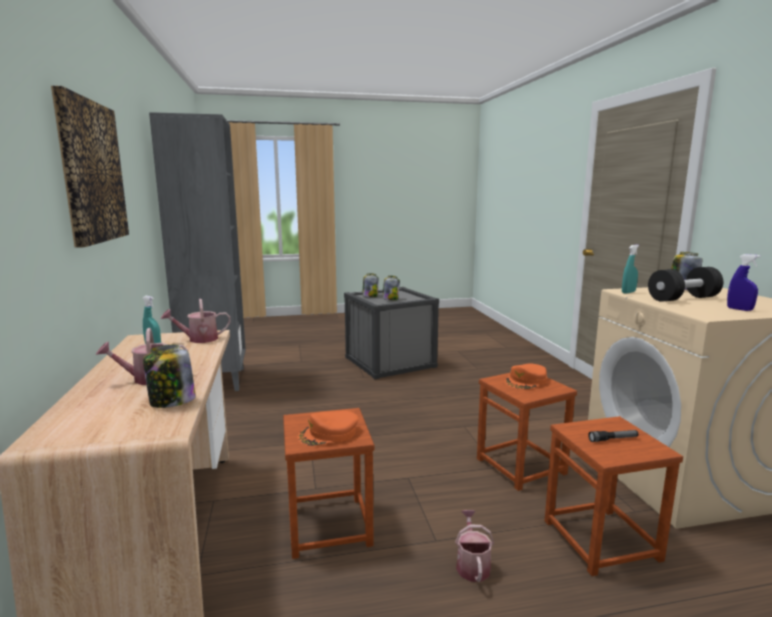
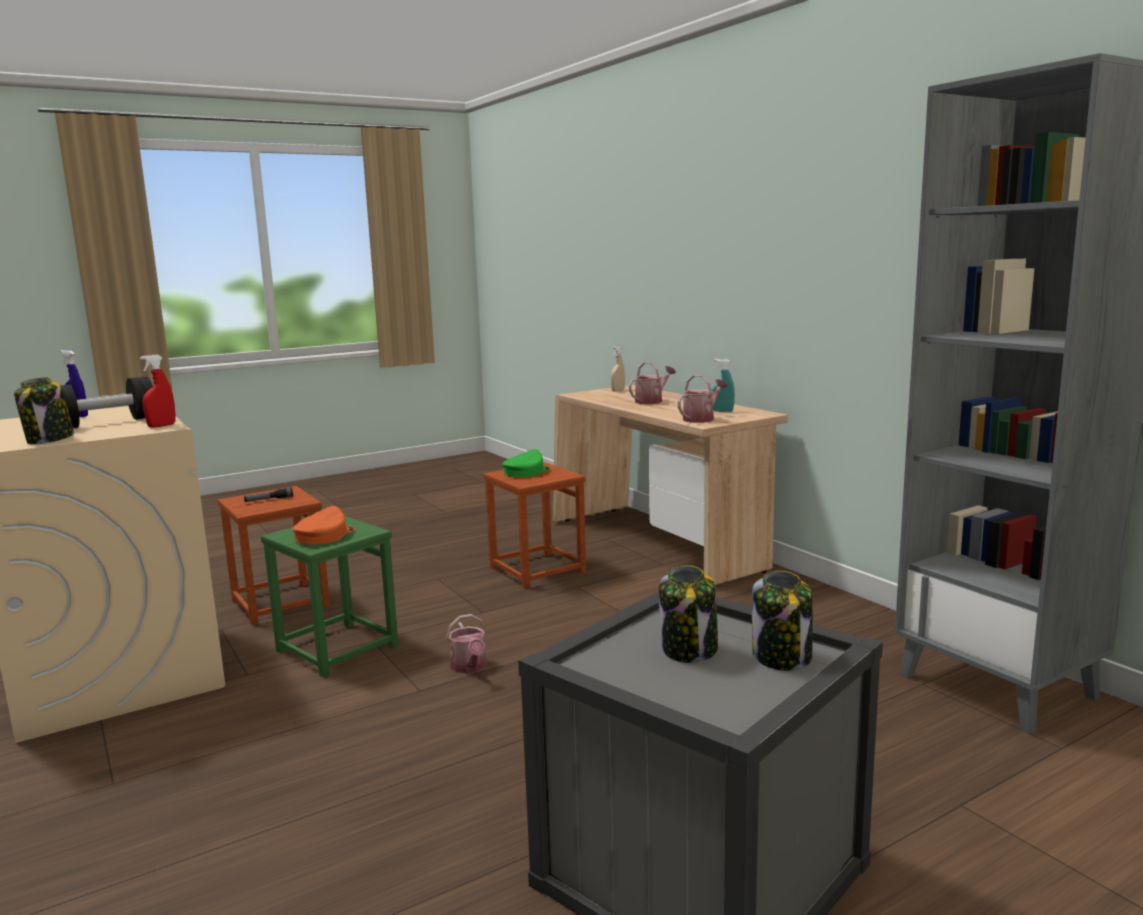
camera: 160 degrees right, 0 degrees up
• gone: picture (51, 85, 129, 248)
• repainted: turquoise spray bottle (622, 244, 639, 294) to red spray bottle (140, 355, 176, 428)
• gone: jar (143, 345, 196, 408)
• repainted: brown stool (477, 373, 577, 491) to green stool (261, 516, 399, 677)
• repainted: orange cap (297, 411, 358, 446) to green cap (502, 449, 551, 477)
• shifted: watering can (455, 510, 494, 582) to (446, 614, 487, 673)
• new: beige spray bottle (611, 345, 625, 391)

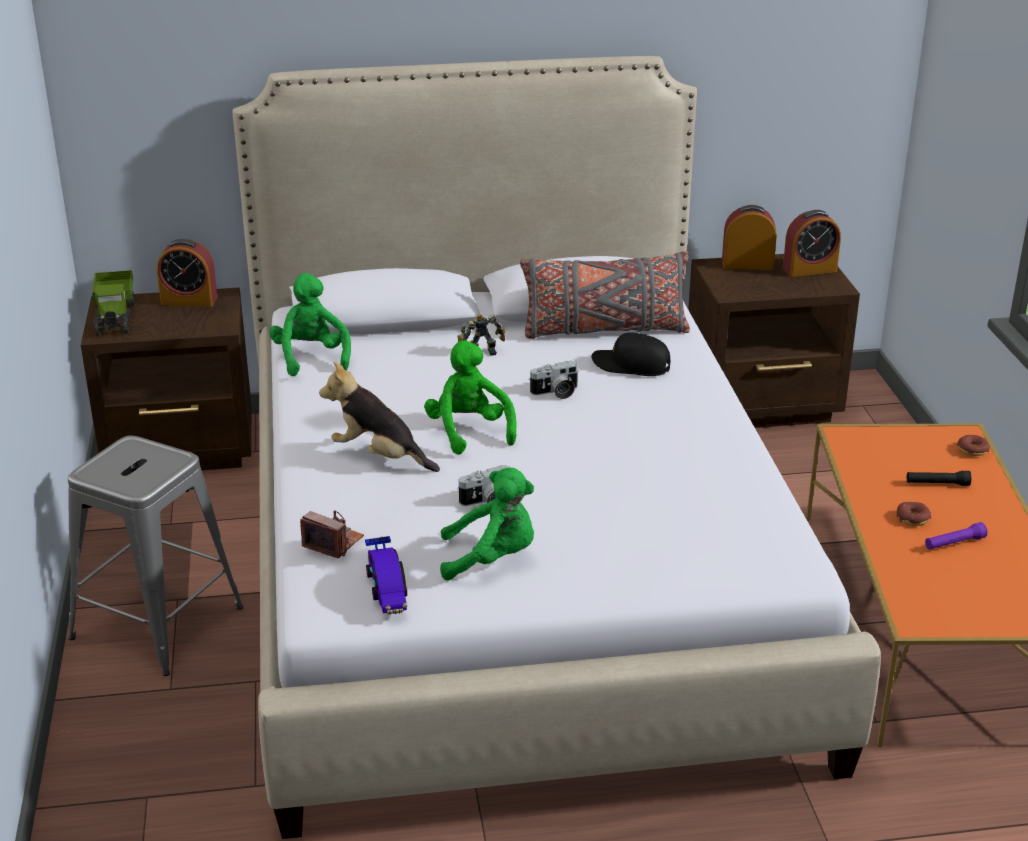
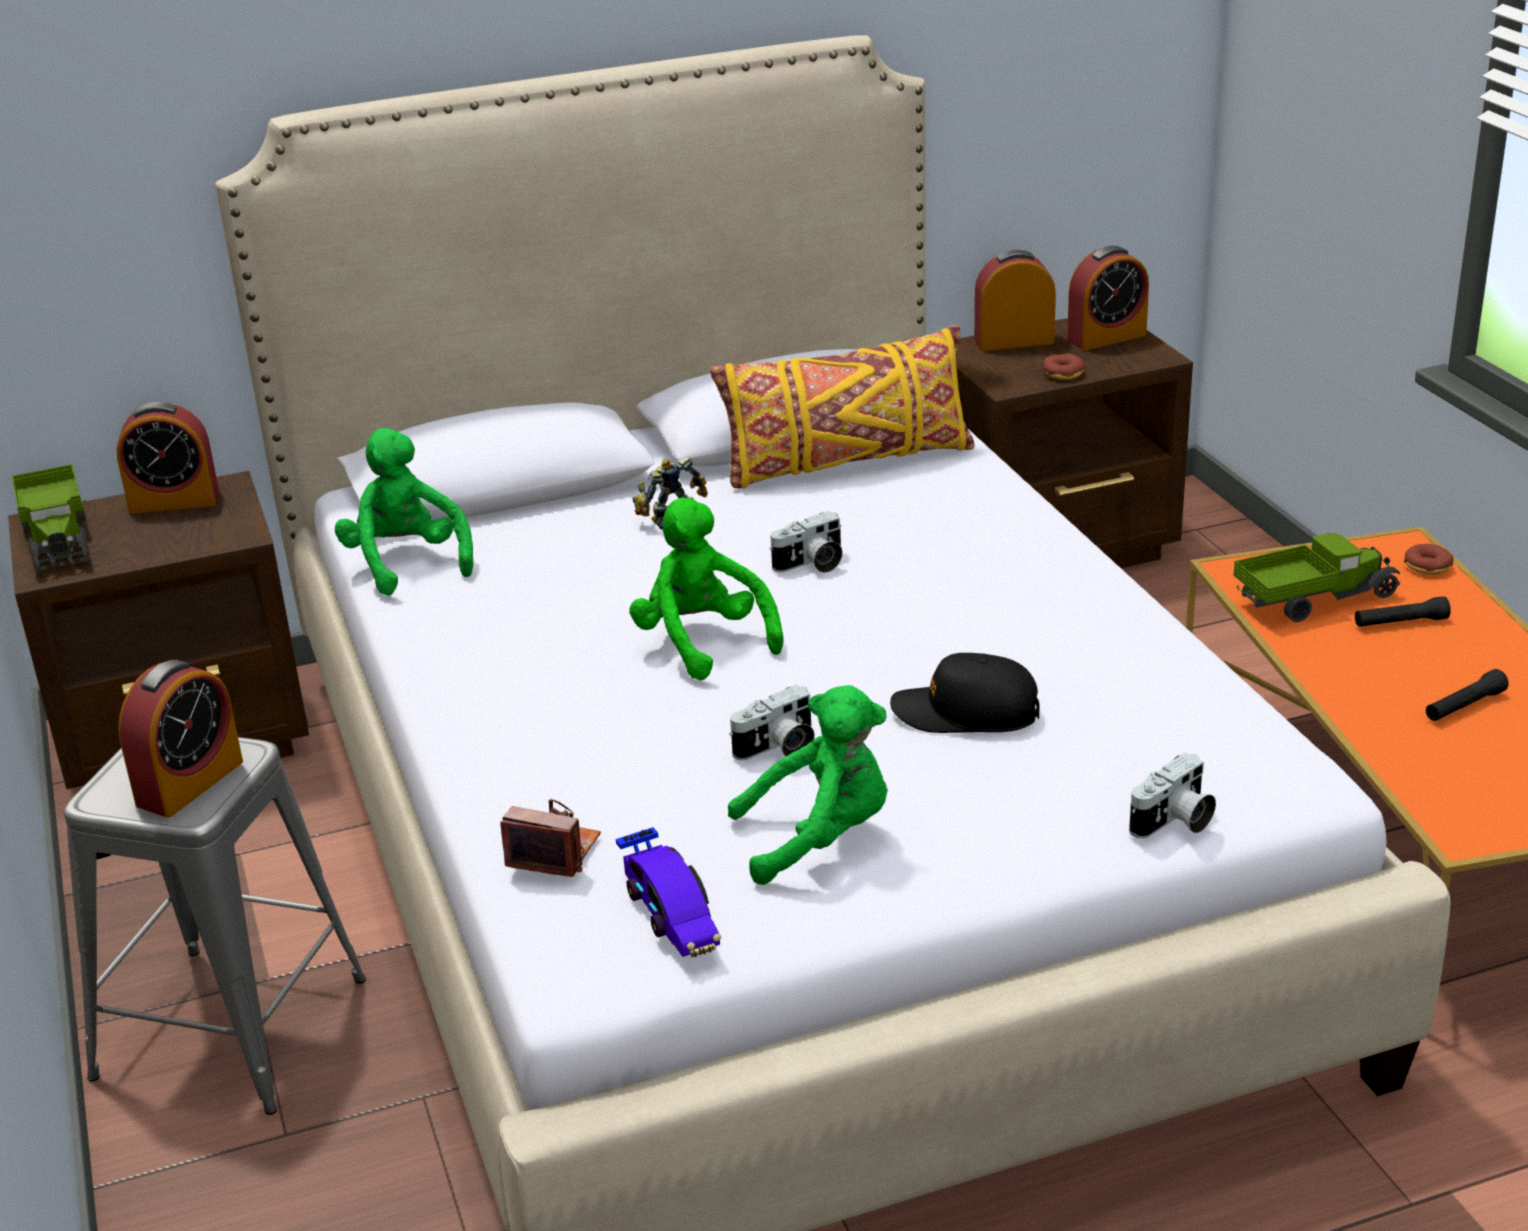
camera: 10 degrees left, 0 degrees up
• repainted: grey pillow (520, 251, 690, 339) to yellow pillow (710, 325, 975, 489)
• shifted: black cap (592, 332, 670, 376) to (890, 653, 1040, 733)
• gone: plush toy (319, 361, 440, 472)
• shifted: donut (897, 502, 931, 526) to (1043, 354, 1086, 380)
• repainted: purple flashlight (925, 522, 987, 550) to black flashlight (1426, 669, 1509, 721)
• new: toy truck (1233, 532, 1400, 622)
• new: alarm clock (118, 659, 243, 817)
• new: photo camera (1129, 753, 1216, 839)

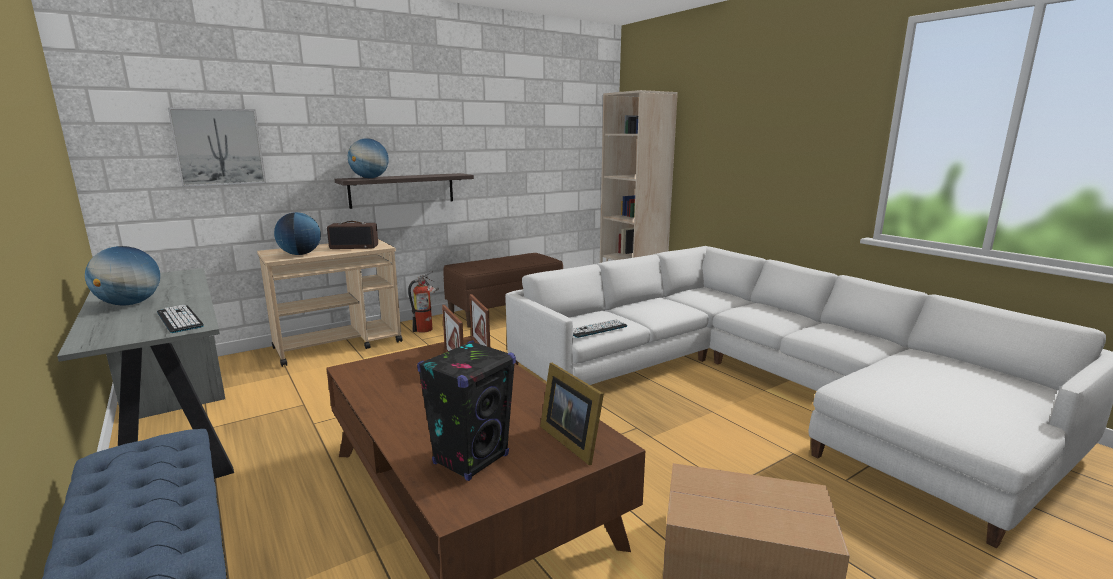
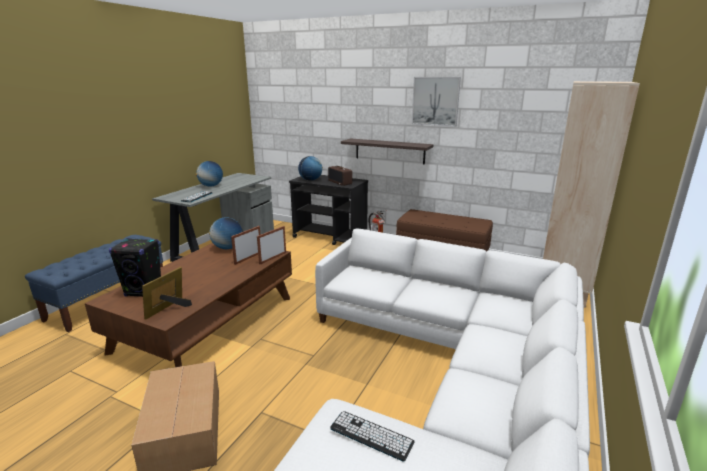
camera: 60 degrees right, 5 degrees up
• shifted: picture (168, 108, 266, 187) to (412, 77, 461, 126)
• shifted: globe (348, 138, 389, 178) to (209, 217, 243, 249)
• repainted: beige cart (257, 239, 402, 367) to black cart (289, 175, 368, 245)
• shifted: keyboard (573, 319, 627, 338) to (330, 411, 415, 462)

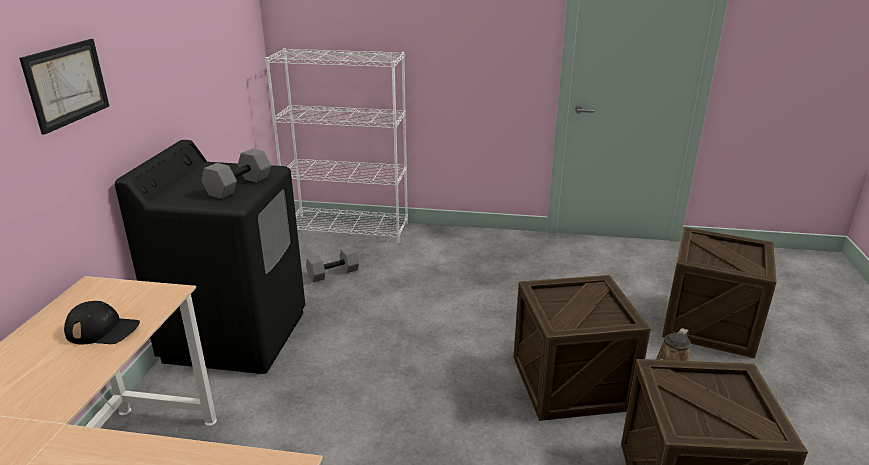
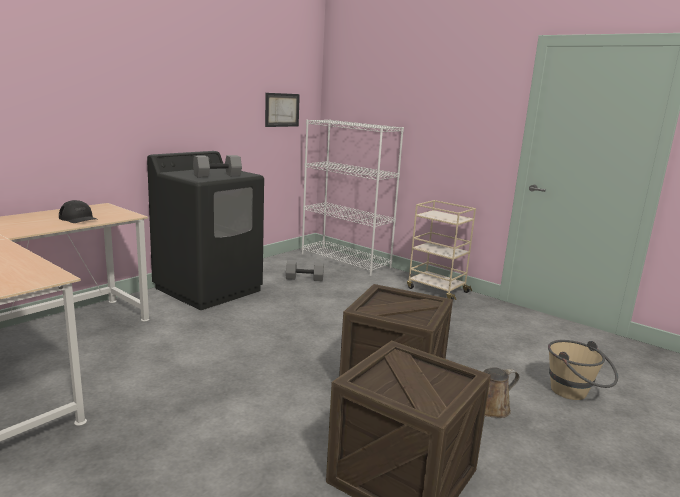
camera: 30 degrees right, 10 degrees down
• shifted: picture (19, 39, 109, 135) to (265, 93, 300, 127)
• swapped: crate (662, 227, 777, 358) to beige bucket (548, 340, 618, 400)
• new: beige cart (407, 200, 476, 300)

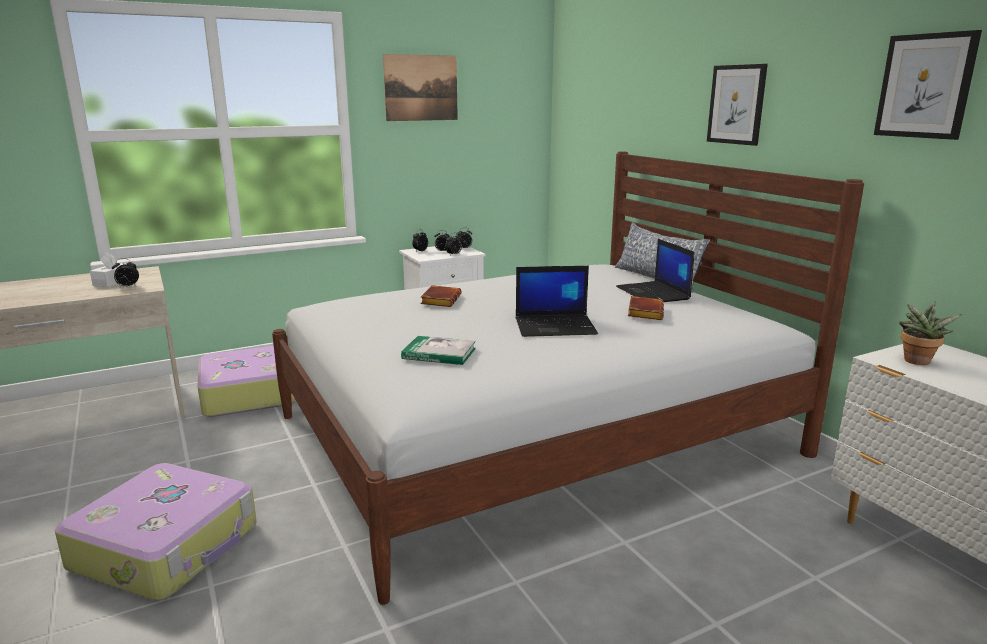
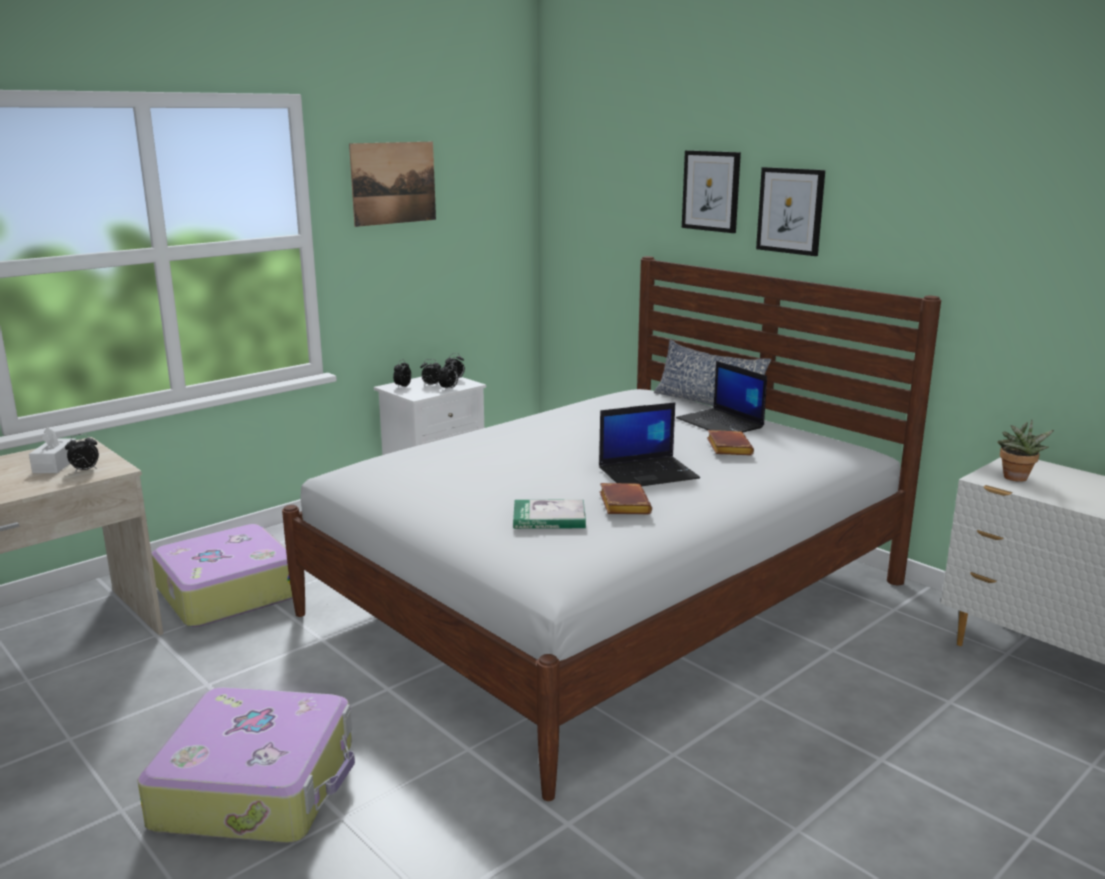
camera: 15 degrees left, 0 degrees up
• shifted: picture (874, 30, 982, 140) to (682, 150, 741, 233)
• shifted: brown book (421, 285, 462, 307) to (600, 483, 652, 514)

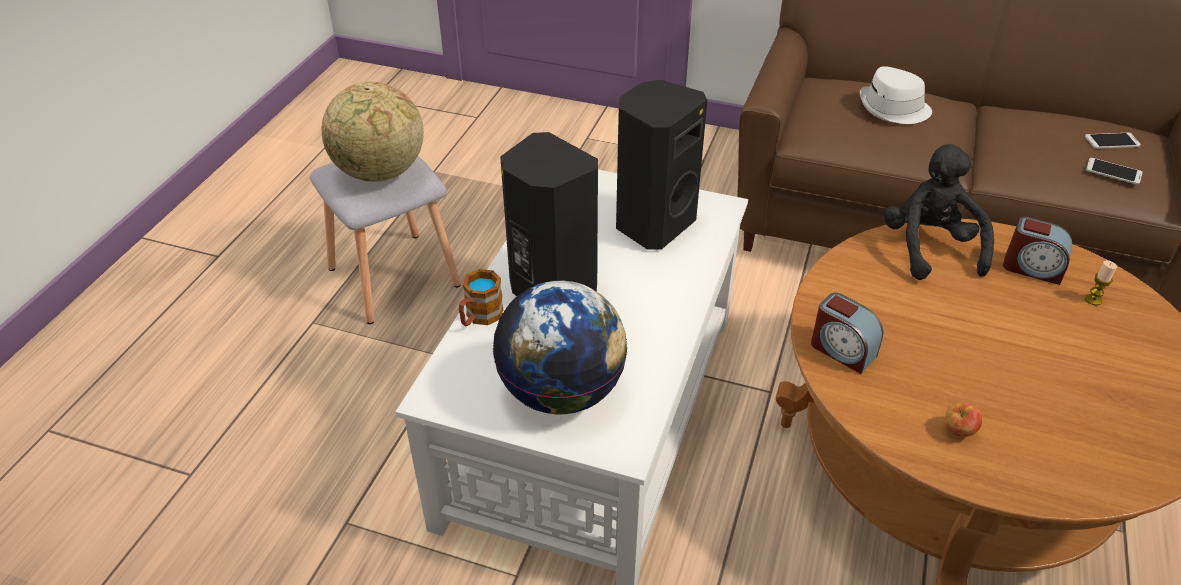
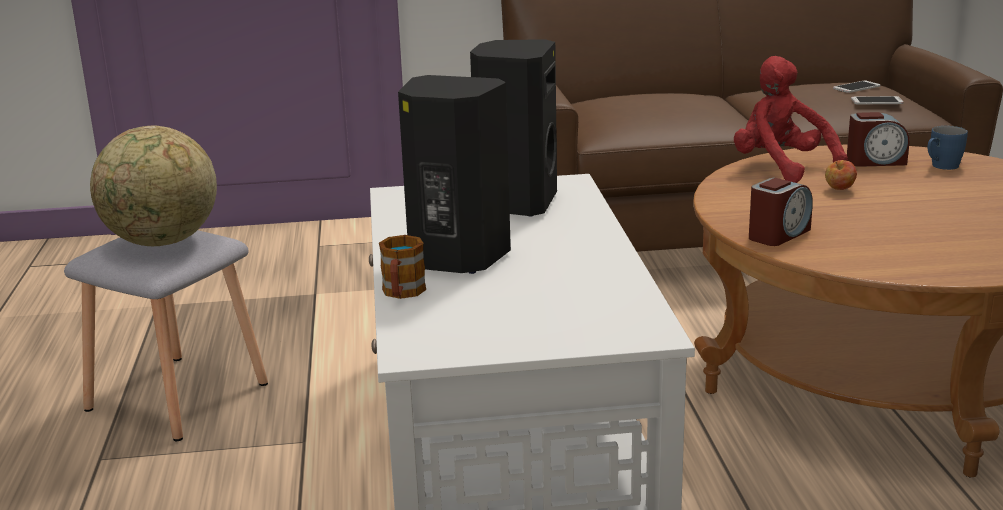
camera: 25 degrees left, 20 degrees down
• gone: white hat (860, 66, 932, 124)
• repainted: black plush toy (884, 144, 994, 280) to red plush toy (734, 56, 848, 183)
• swapped: candle (1085, 260, 1117, 305) to blue mug (928, 126, 968, 170)
• gone: globe (493, 281, 628, 414)
• rotated: alarm clock (811, 293, 883, 374) = (749, 178, 813, 246) 60 degrees counterclockwise
• shifted: apple (945, 402, 982, 437) to (825, 160, 857, 190)

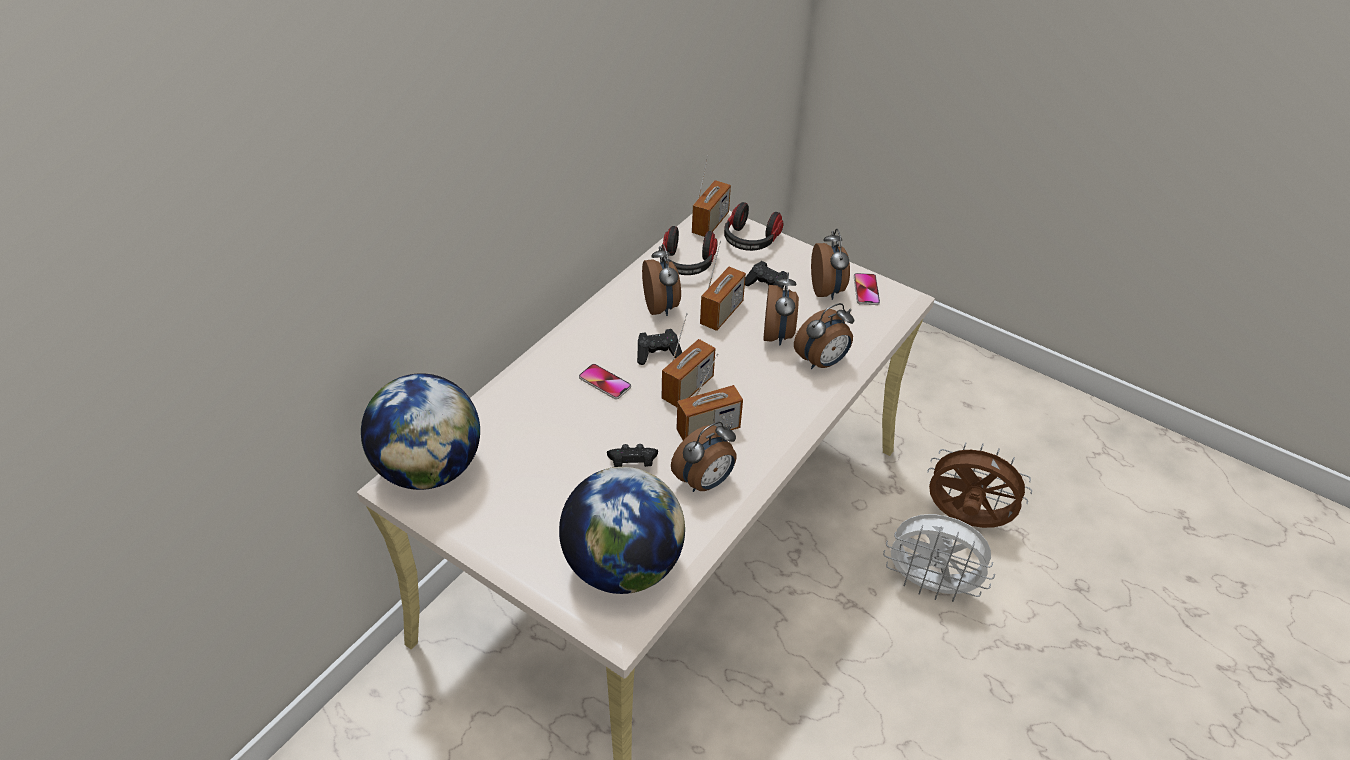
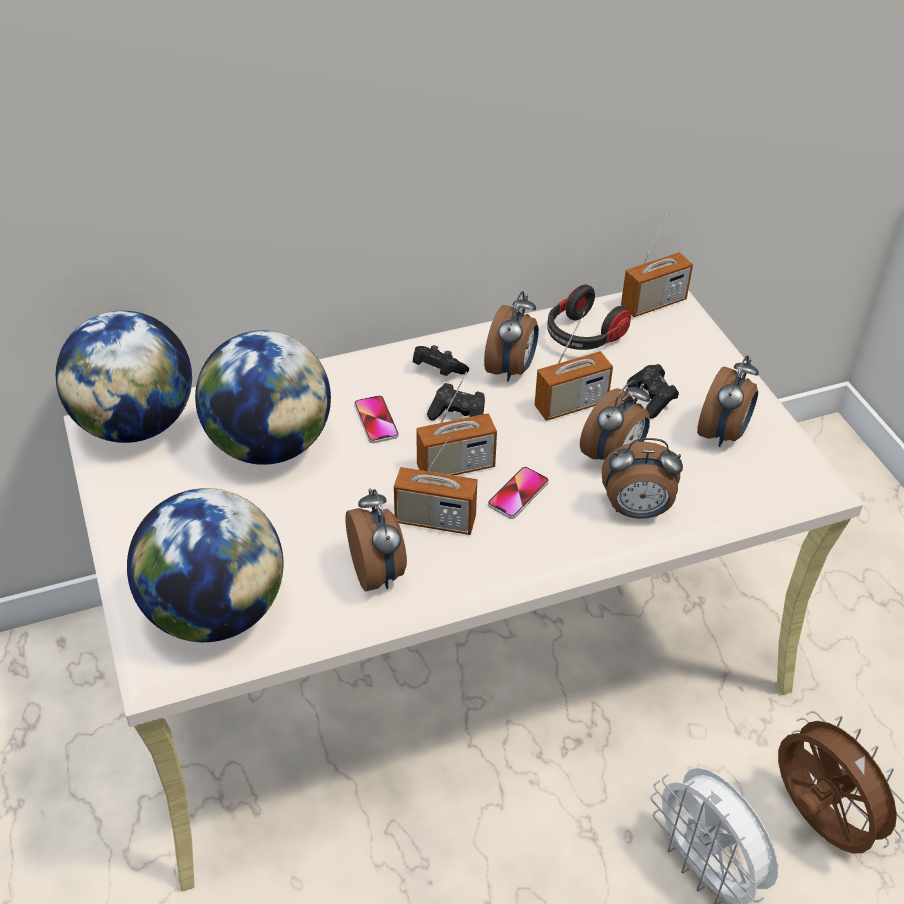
camera: 35 degrees right, 0 degrees up
• gone: headphones (724, 202, 783, 251)
• shifted: phone (854, 273, 880, 305) to (488, 467, 549, 519)
• rotated: alarm clock (671, 422, 737, 492) = (345, 489, 407, 592) 105 degrees counterclockwise
• shifted: black game controller (607, 444, 658, 467) to (413, 345, 469, 376)
• new: globe (195, 330, 331, 465)

